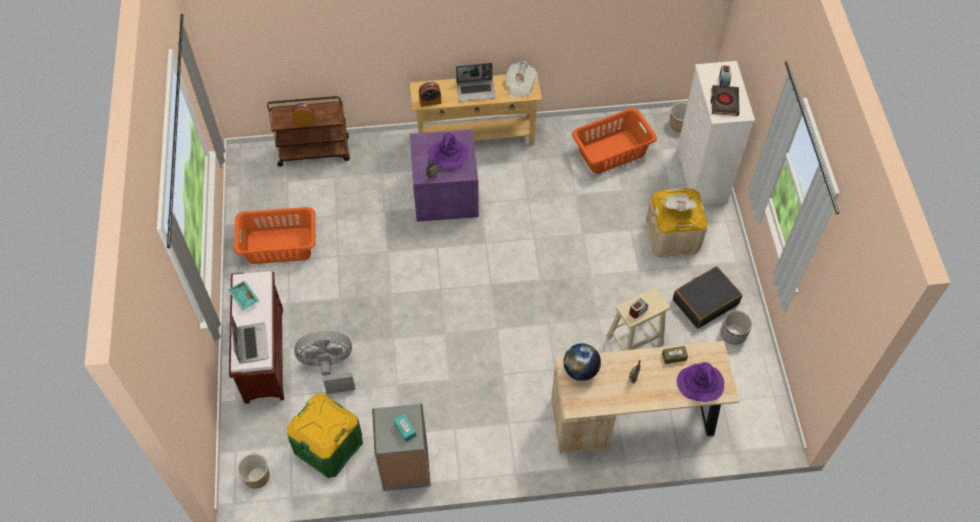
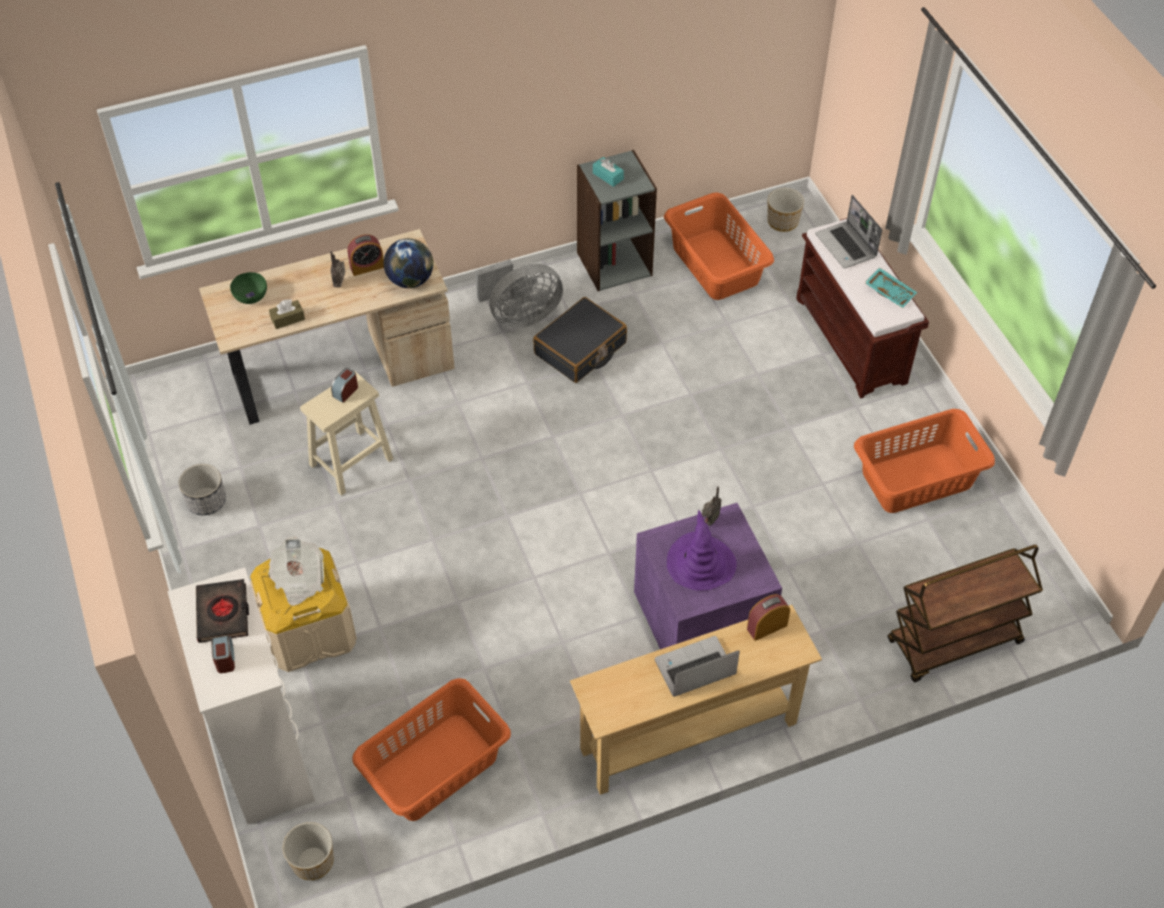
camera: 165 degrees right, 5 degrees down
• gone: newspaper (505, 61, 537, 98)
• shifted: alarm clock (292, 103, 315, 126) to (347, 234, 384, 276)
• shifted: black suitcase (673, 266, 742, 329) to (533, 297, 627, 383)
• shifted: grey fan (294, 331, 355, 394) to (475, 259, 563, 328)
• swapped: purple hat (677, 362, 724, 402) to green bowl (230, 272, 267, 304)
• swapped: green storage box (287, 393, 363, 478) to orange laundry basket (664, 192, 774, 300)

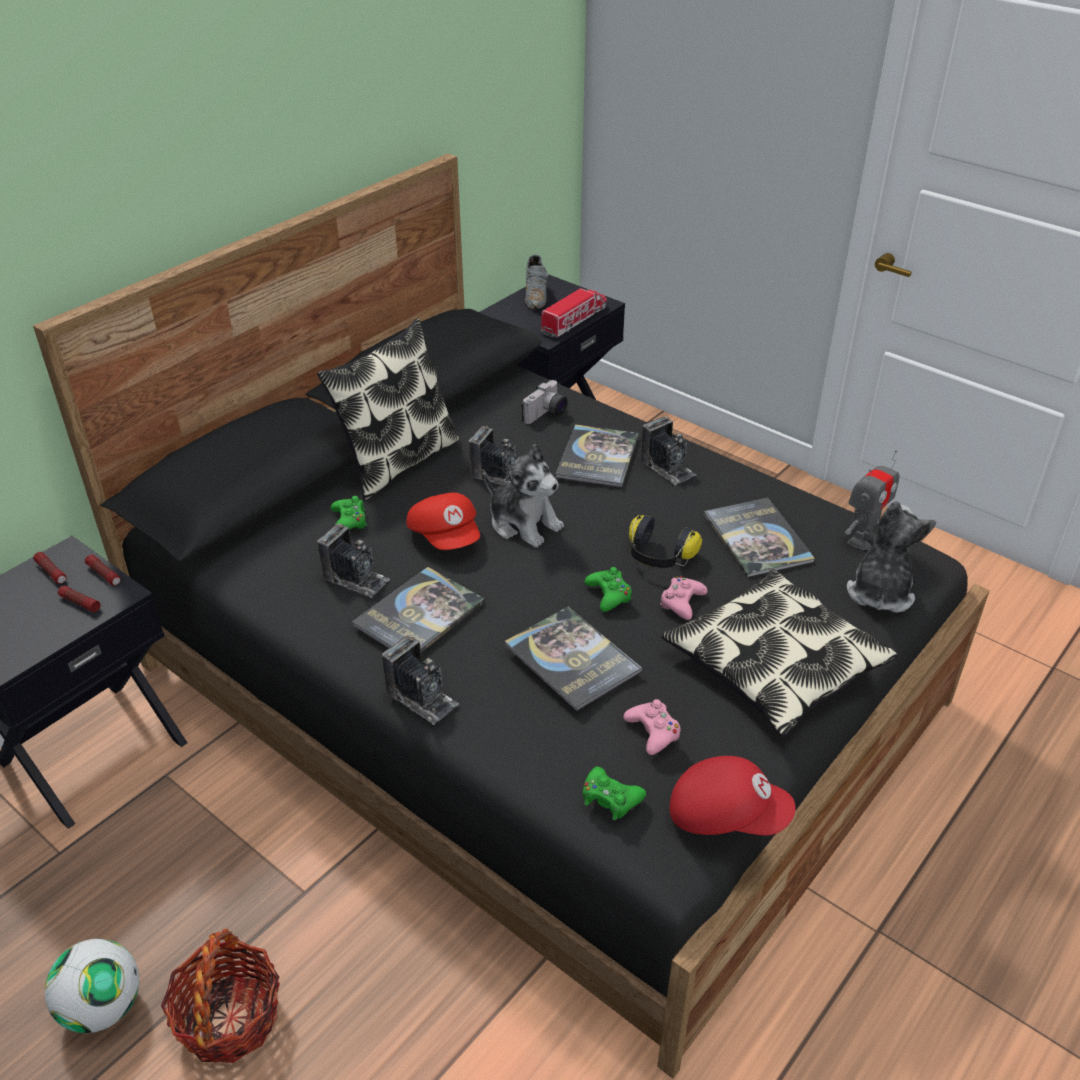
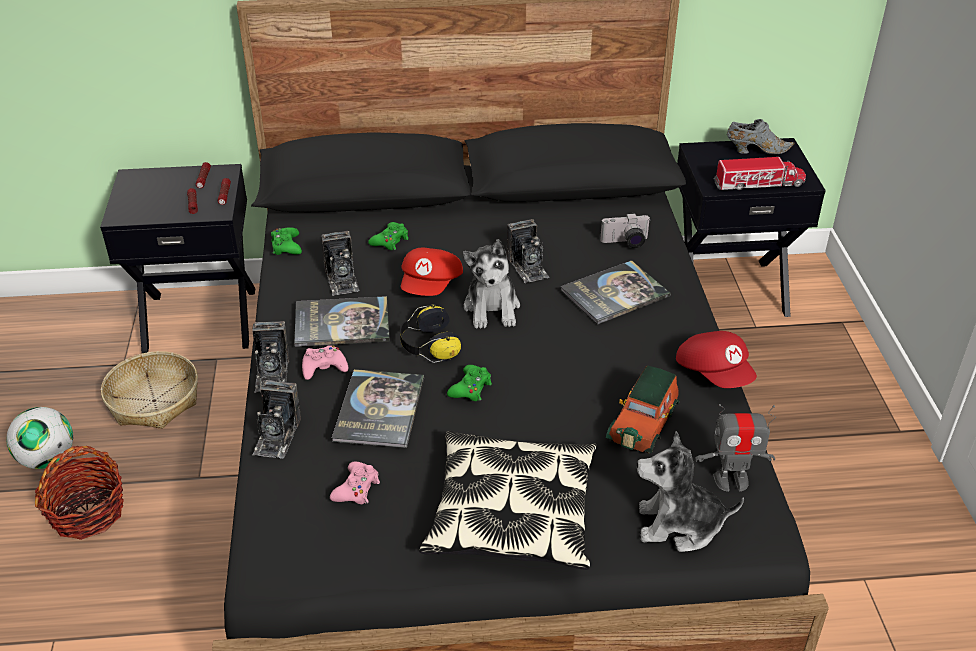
camera: 45 degrees right, 0 degrees up
• rotated: grey shoe (525, 255, 549, 309) = (727, 119, 795, 154) 135 degrees counterclockwise
• gone: pillow (317, 318, 459, 501)
• shifted: photo camera (641, 416, 696, 485) to (252, 380, 301, 459)
• swapped: book (704, 498, 815, 578) to toy car (606, 365, 679, 454)
• rotated: plush toy (847, 501, 937, 613) = (637, 431, 744, 552) 150 degrees counterclockwise
• shifted: headphones (629, 514, 702, 568) to (400, 304, 461, 363)
• shifted: pink game controller (660, 576, 707, 620) to (302, 345, 348, 380)
• shifted: red cap (669, 756, 796, 836) to (676, 331, 757, 388)
• shifted: green game controller (583, 766, 646, 820) to (271, 227, 302, 255)
• new: basket (101, 351, 198, 429)

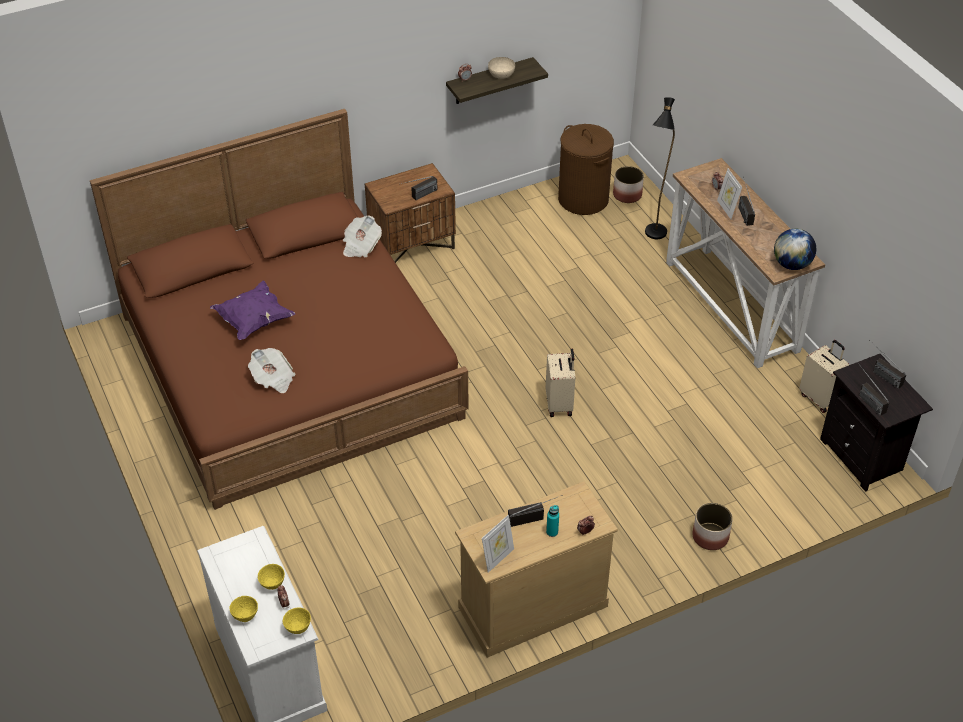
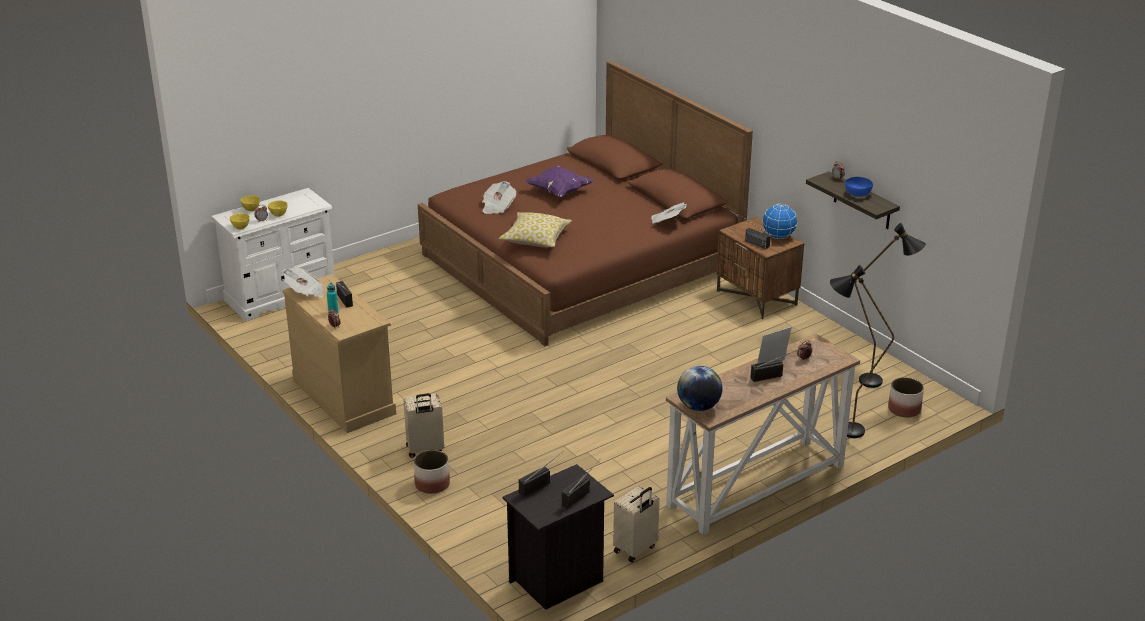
camera: 80 degrees right, 15 degrees down
• repainted: beige bowl (488, 57, 515, 79) to blue bowl (845, 177, 873, 197)
• swapped: brown laundry basket (558, 124, 614, 215) to black floor lamp (854, 223, 926, 388)
• shifted: beige suitcase (546, 349, 575, 417) to (403, 393, 444, 458)
• swapped: picture frame (482, 514, 514, 573) to newspaper (282, 268, 323, 298)
• new: globe (762, 204, 798, 239)
• new: pillow (499, 212, 572, 248)

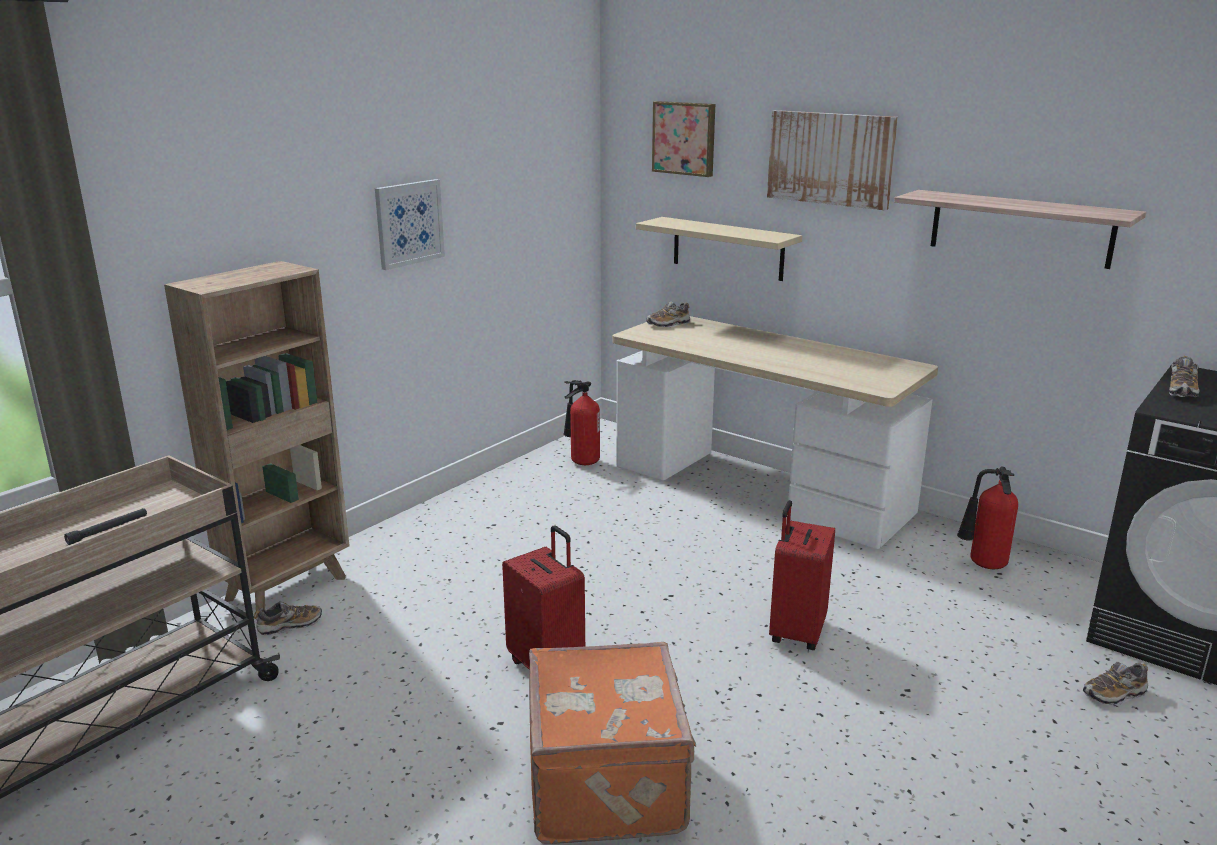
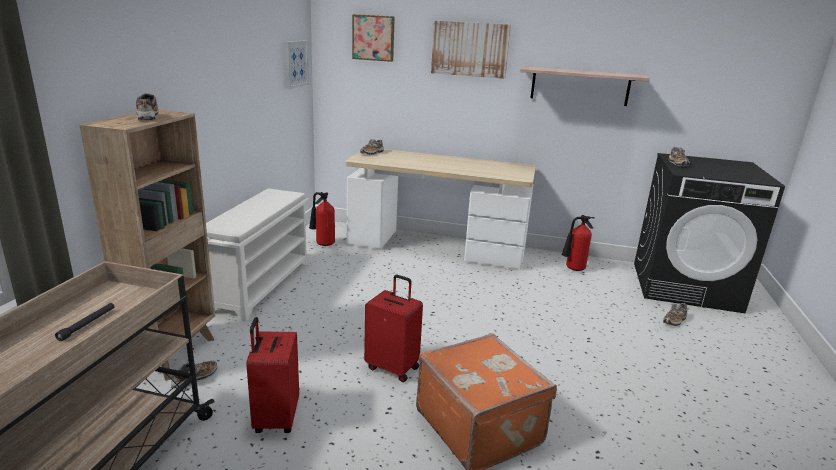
camera: 25 degrees left, 0 degrees up
• shifted: picture (375, 179, 445, 270) to (285, 40, 309, 89)
• gone: beige shelf (636, 217, 802, 281)
• shifted: red suitcase (769, 500, 835, 650) to (246, 317, 299, 433)
• new: shoe (136, 93, 159, 121)
• new: white shoe rack (206, 189, 309, 322)

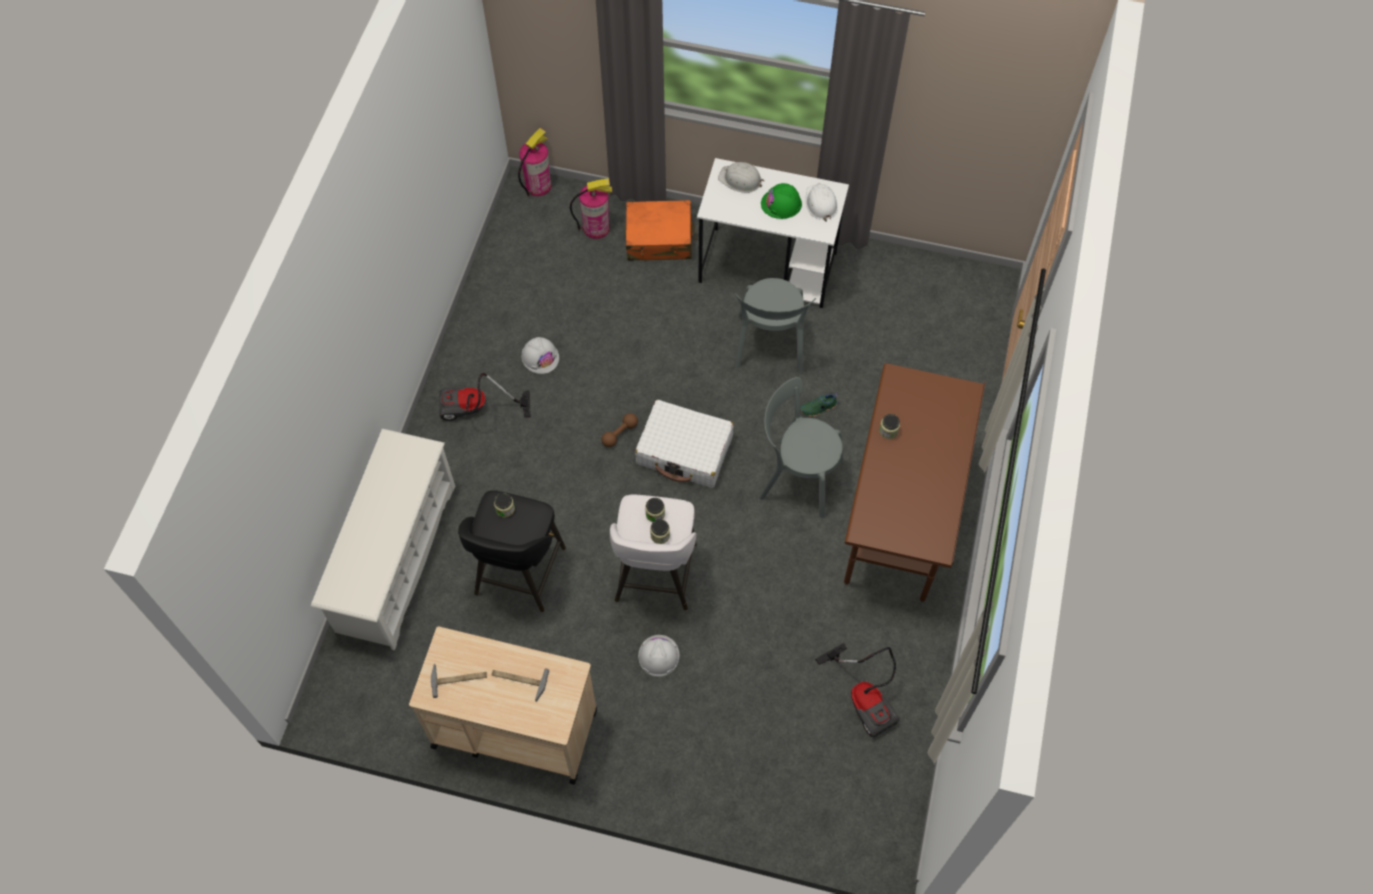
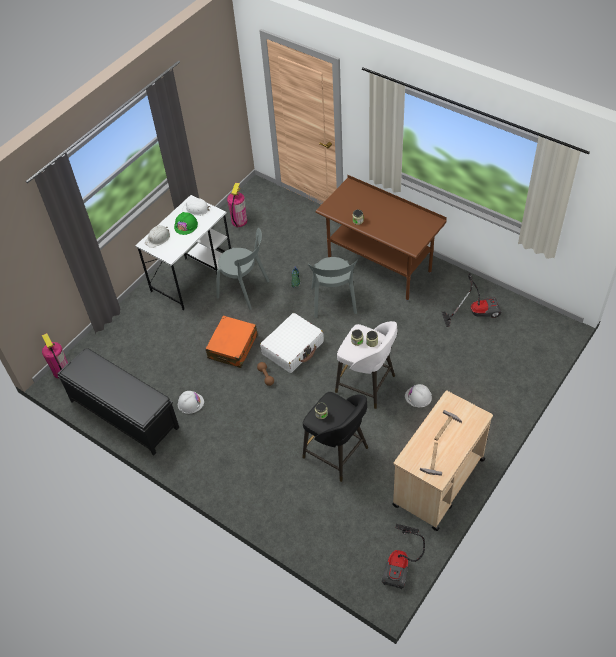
camera: 65 degrees left, 10 degrees down
• shifted: fire extinguisher (570, 179, 612, 239) to (227, 183, 247, 228)
• shifted: orange suitcase (625, 200, 697, 261) to (206, 316, 258, 368)
• shifted: vacuum cleaner (439, 373, 531, 421) to (382, 524, 425, 589)
• rotated: grey chair (759, 377, 844, 518) = (308, 257, 358, 318) 45 degrees counterclockwise
• gone: white shoe rack (311, 429, 455, 651)
• new: black bench (57, 348, 179, 456)

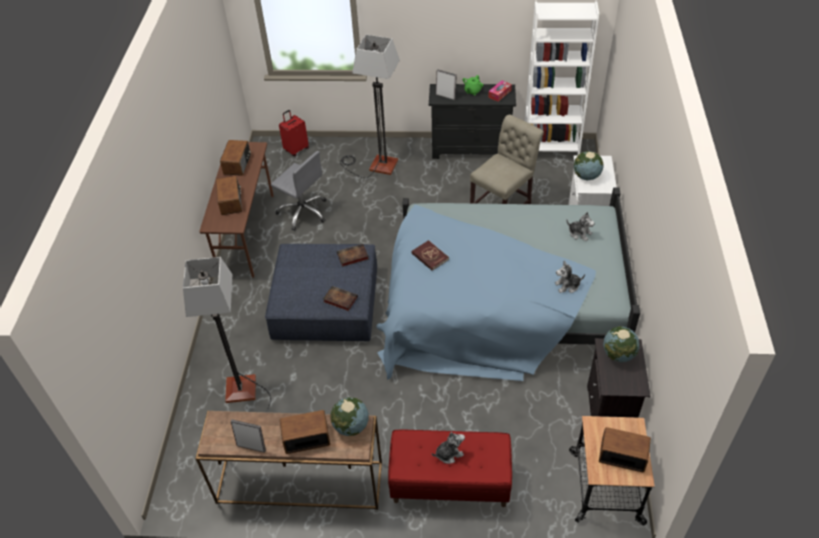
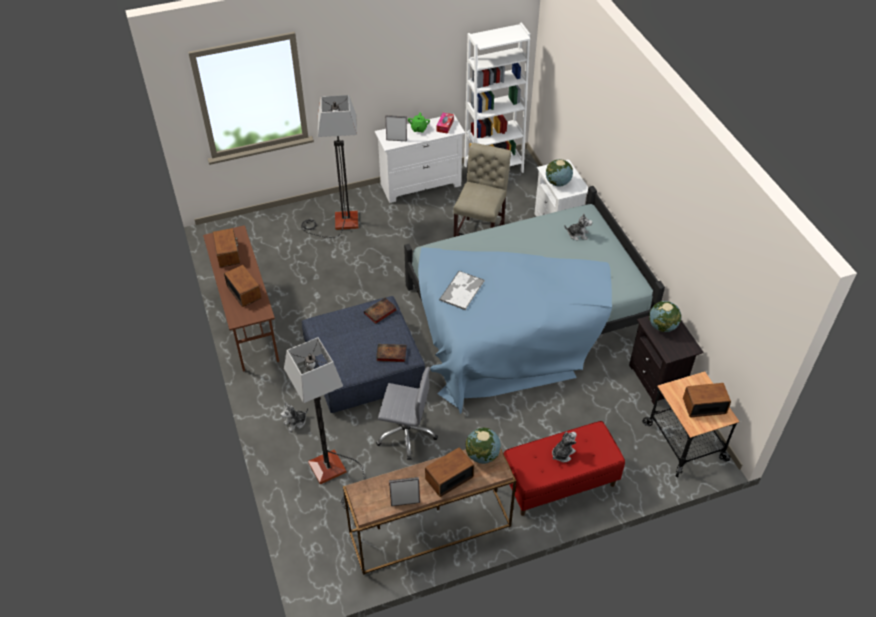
camera: 25 degrees left, 0 degrees up
• repainted: black dresser (429, 84, 516, 159) to white dresser (375, 115, 465, 203)
• gone: red suitcase (279, 110, 309, 156)
• shifted: grey office chair (271, 151, 326, 231) to (376, 367, 438, 460)
• swapped: red book (411, 240, 449, 271) to tray (439, 271, 484, 310)
• shifted: plush toy (555, 261, 585, 293) to (280, 402, 308, 432)

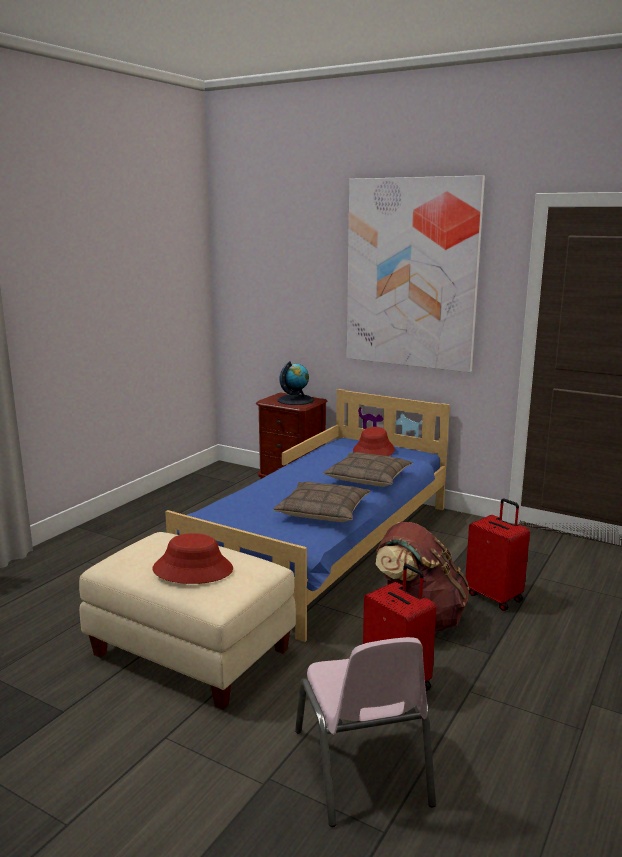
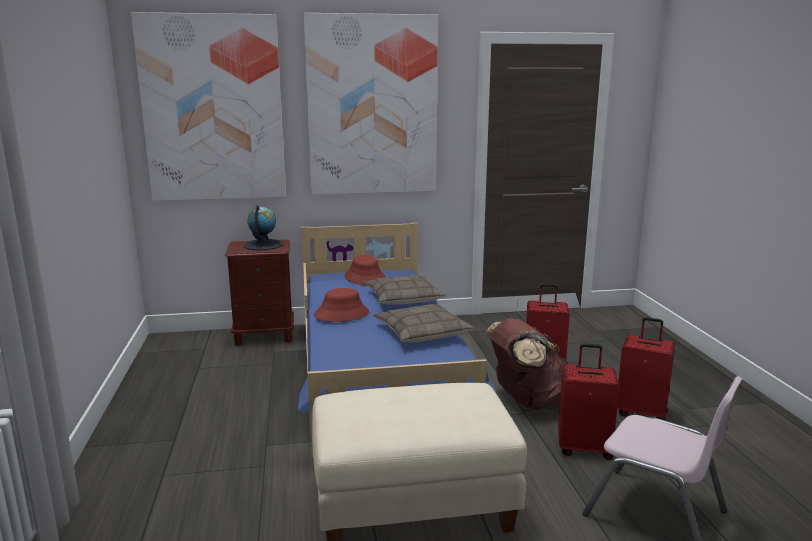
camera: 40 degrees left, 0 degrees up
• shifted: red hat (152, 533, 233, 584) to (314, 288, 369, 322)
• new: picture (131, 12, 286, 201)
• new: red suitcase (617, 317, 675, 420)

